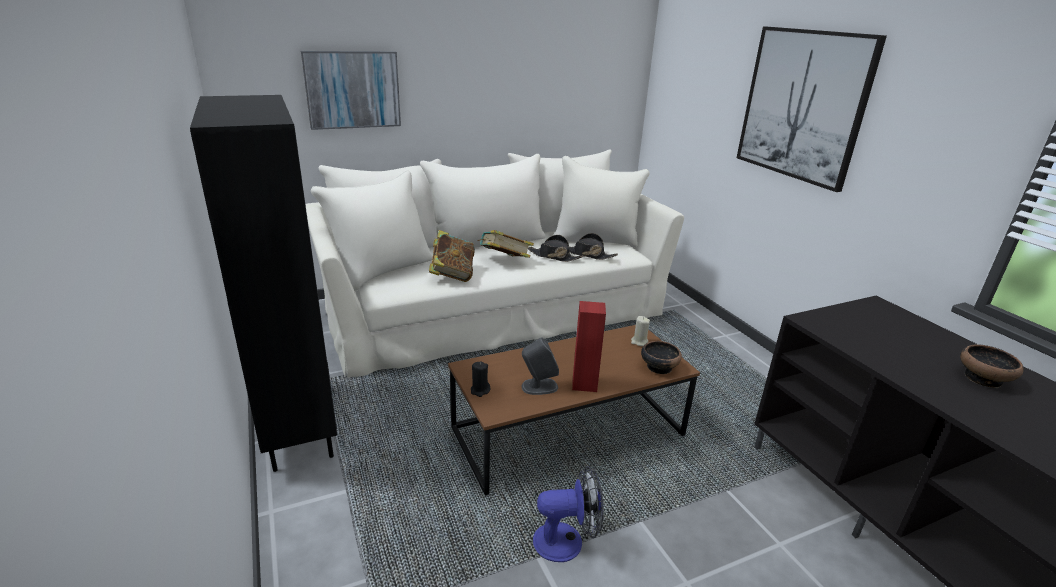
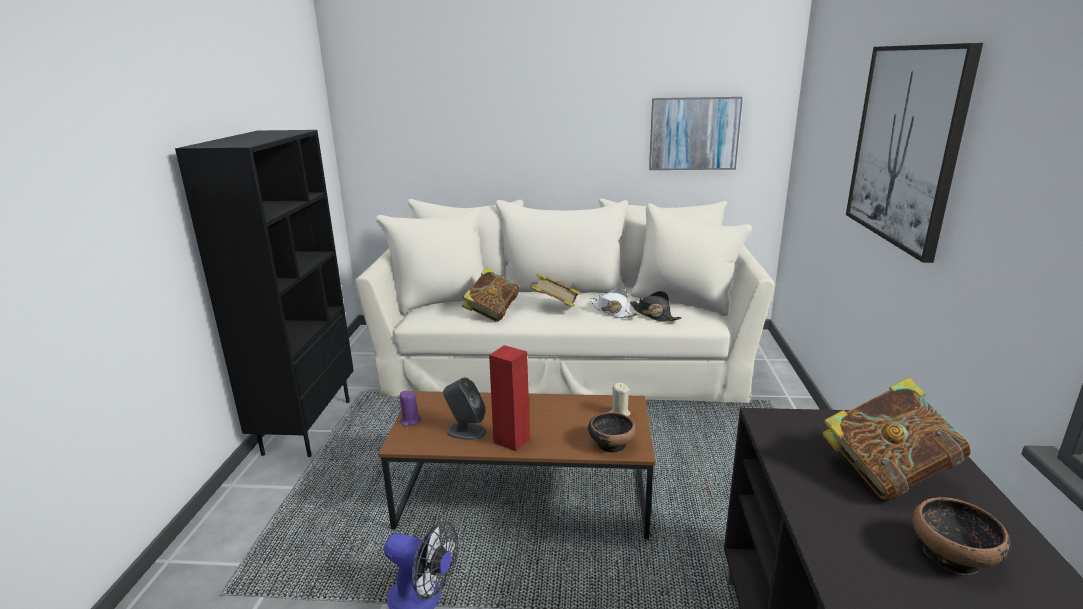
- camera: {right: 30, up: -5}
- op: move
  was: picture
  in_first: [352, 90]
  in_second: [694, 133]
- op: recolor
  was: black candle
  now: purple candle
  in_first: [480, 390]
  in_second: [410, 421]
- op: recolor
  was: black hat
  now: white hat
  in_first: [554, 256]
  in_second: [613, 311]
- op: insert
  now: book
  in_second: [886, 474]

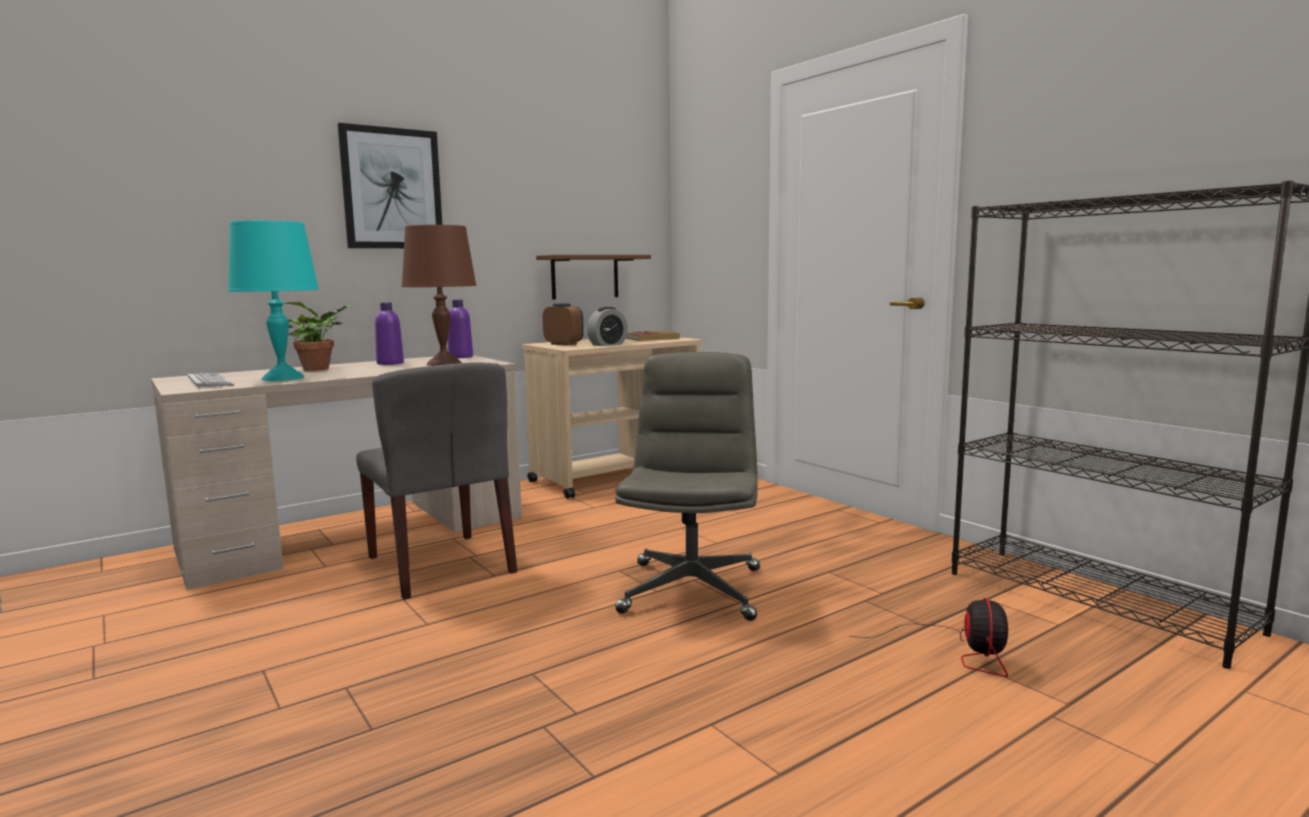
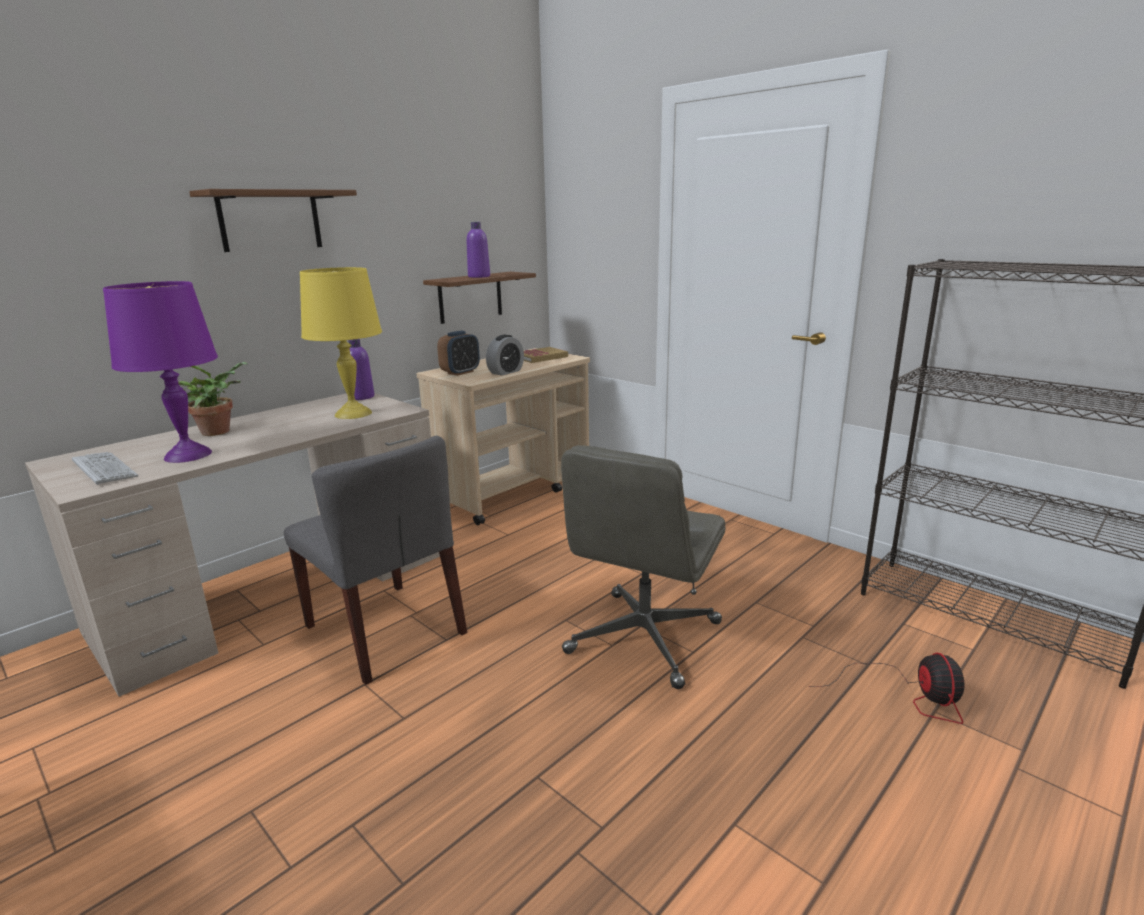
- camera: {right: -10, up: 10}
- op: recolor
  was: turquoise table lamp
  now: purple table lamp
  in_first: [282, 378]
  in_second: [187, 455]
- op: replace
  was: picture
  now: brown shelf
  in_first: [392, 189]
  in_second: [270, 220]
- op: move
  was: purple bottle
  in_first: [390, 363]
  in_second: [479, 276]
- op: recolor
  was: brown table lamp
  now: yellow table lamp
  in_first: [443, 364]
  in_second: [353, 414]
- op: rotate
  was: alarm clock
  in_first: [563, 344]
  in_second: [460, 372]
  clockwise: 105
- op: rotate
  was: grey office chair
  in_first: [691, 589]
  in_second: [643, 639]
  clockwise: -150

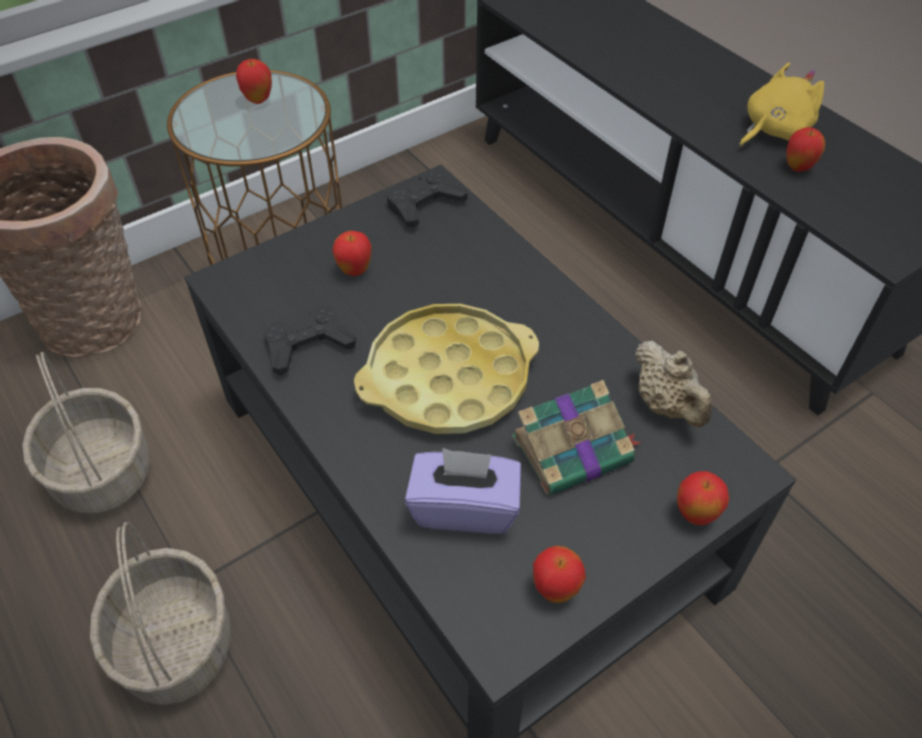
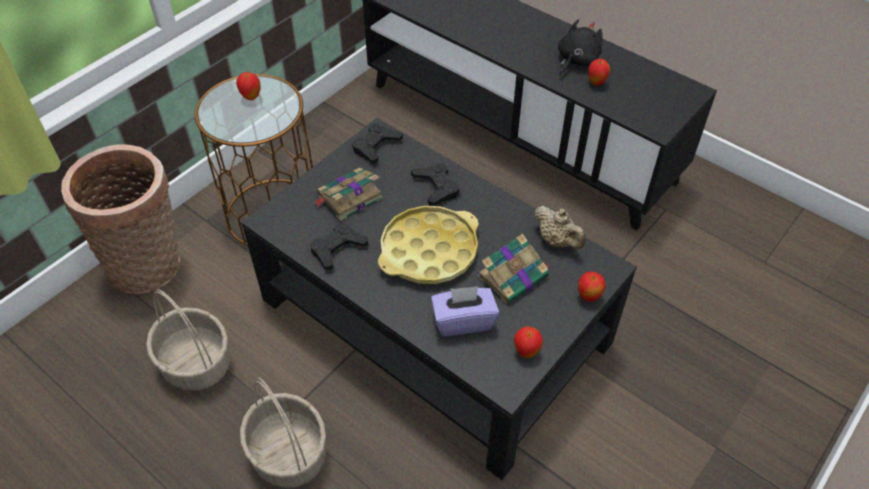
- camera: {right: -15, up: 0}
- op: replace
  was: apple
  now: book
  in_first: [355, 271]
  in_second: [348, 197]
- op: recolor
  was: yellow plush toy
  now: black plush toy
  in_first: [773, 131]
  in_second: [576, 61]
- op: insert
  now: black game controller
  in_second: [436, 187]

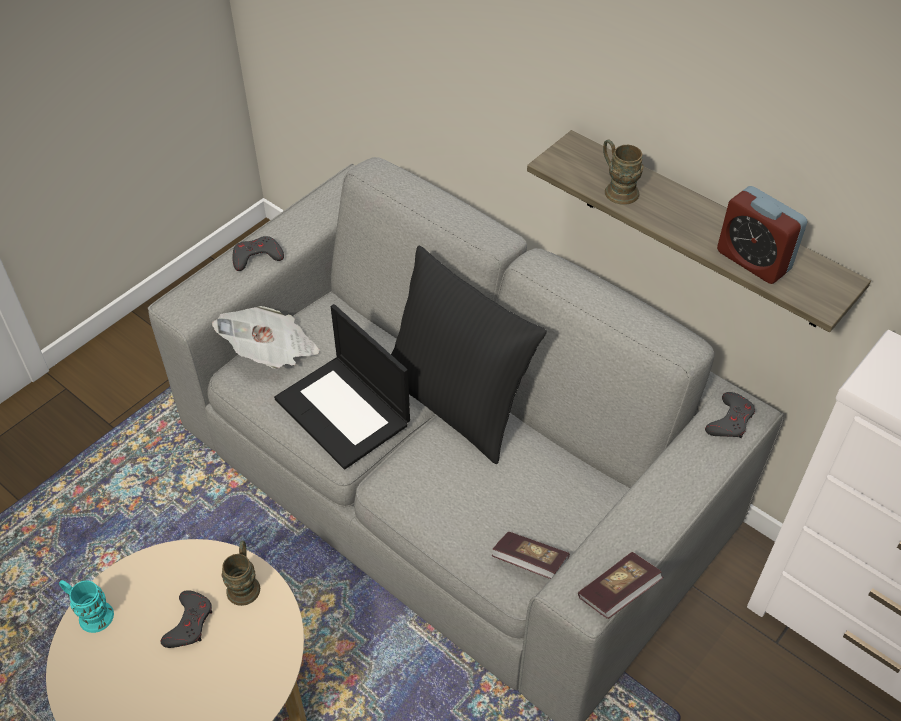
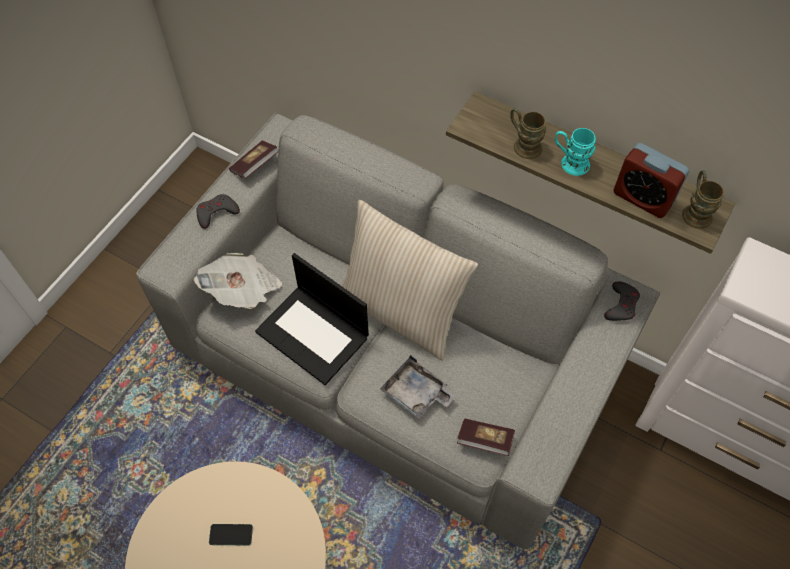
- camera: {right: -10, up: 10}
- op: move
  was: turquoise mug
  in_first: [90, 613]
  in_second: [569, 162]
- op: replace
  was: grey game controller
  now: phone
  in_first: [189, 623]
  in_second: [231, 534]
- op: move
  was: brown mug
  in_first: [244, 584]
  in_second: [695, 211]
- op: recolor
  was: black pillow
  now: beige pillow
  in_first: [457, 403]
  in_second: [401, 312]
- op: move
  was: book
  in_first: [618, 593]
  in_second: [255, 166]
- op: insert
  now: grey tray
  in_second: [416, 393]

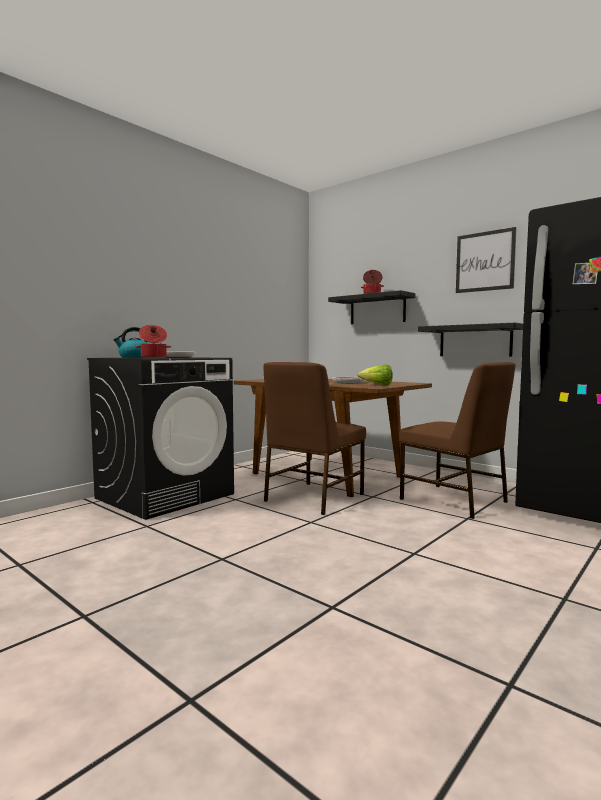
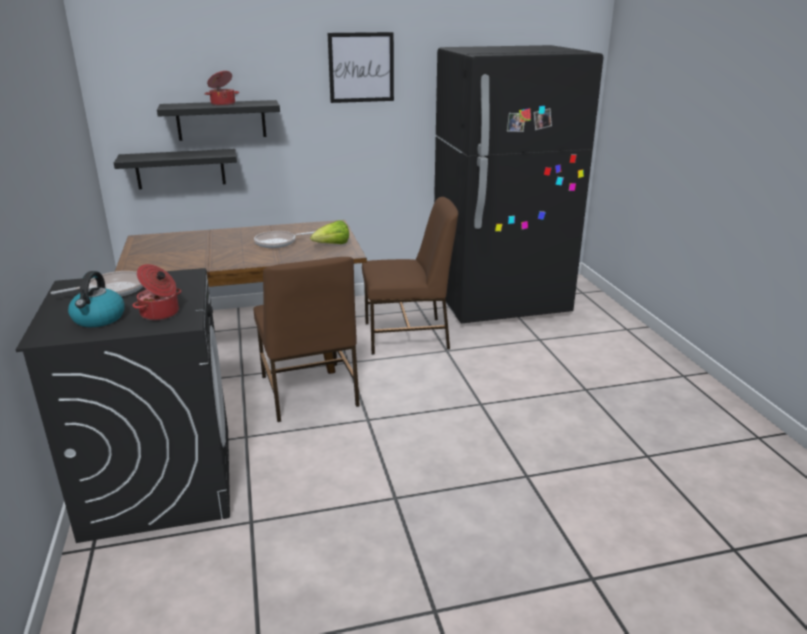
- camera: {right: -55, up: 20}
- op: move
  was: black shelf
  in_first: [475, 341]
  in_second: [180, 169]

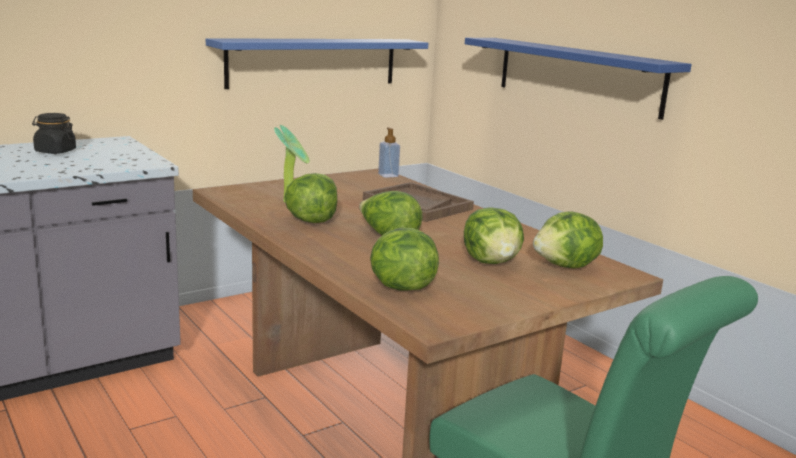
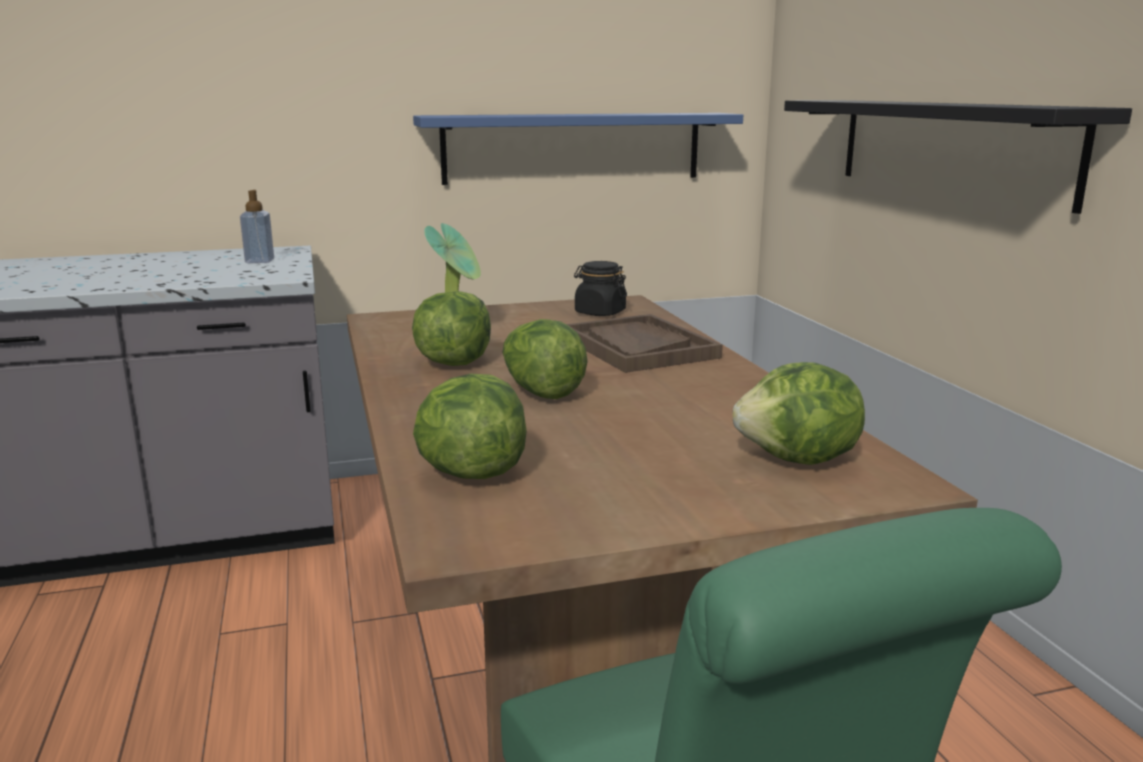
- camera: {right: 20, up: 0}
- op: move
  was: black jar
  in_first: [55, 151]
  in_second: [599, 313]
- op: move
  was: soap dispenser
  in_first: [388, 175]
  in_second: [259, 261]
- op: delete
  was: lettuce
  in_first: [492, 262]
- op: recolor
  was: blue shelf
  now: black shelf
  in_first: [577, 75]
  in_second: [949, 147]

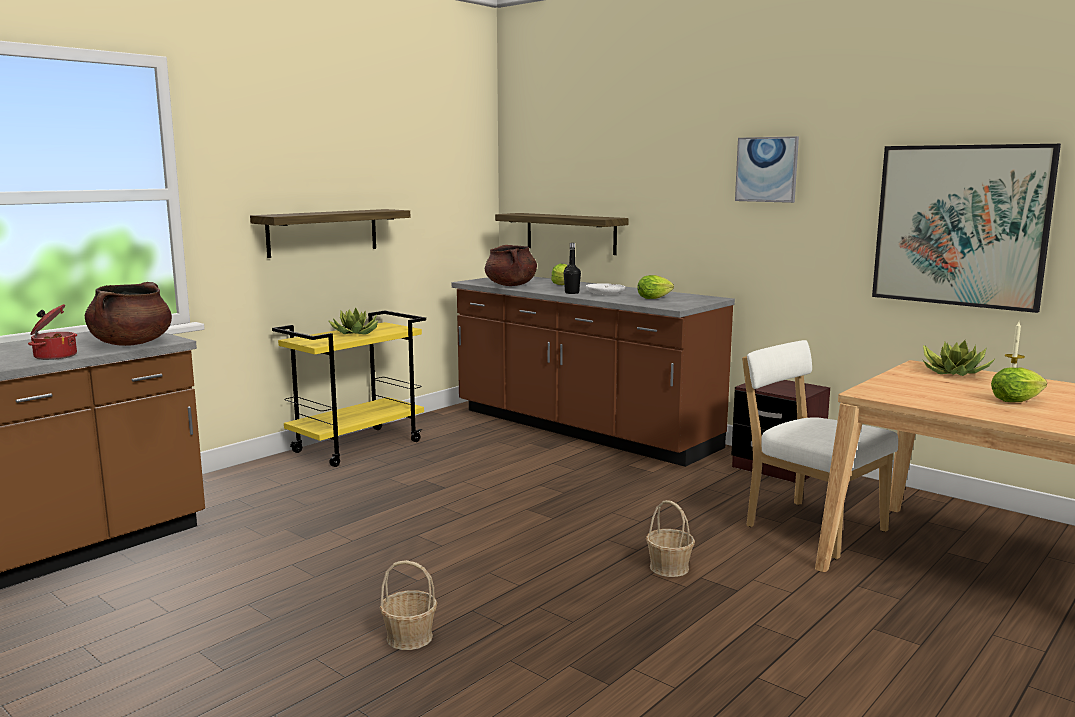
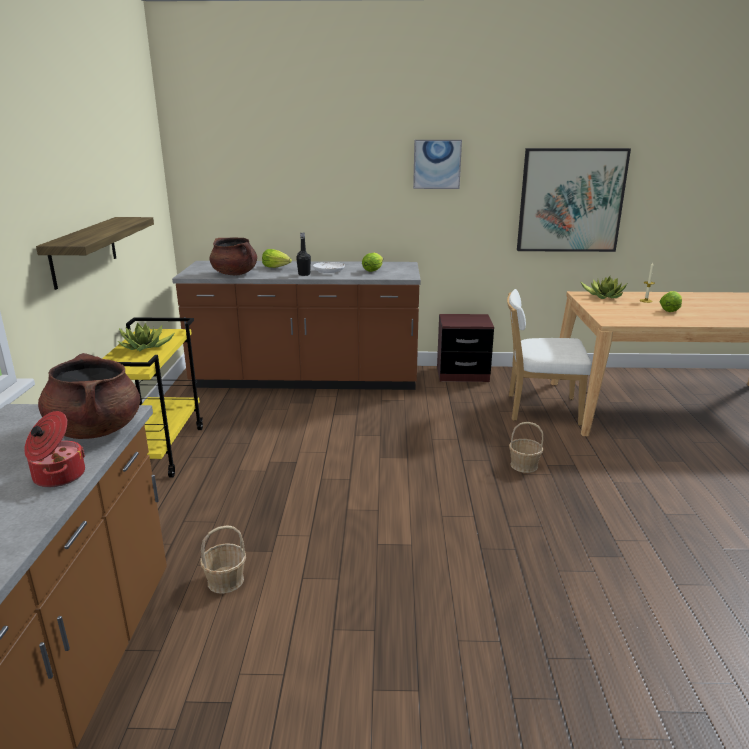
- camera: {right: -40, up: 10}
- op: move
  was: basket
  in_first: [409, 637]
  in_second: [225, 580]
- op: delete
  was: shelf
  in_first: [570, 233]

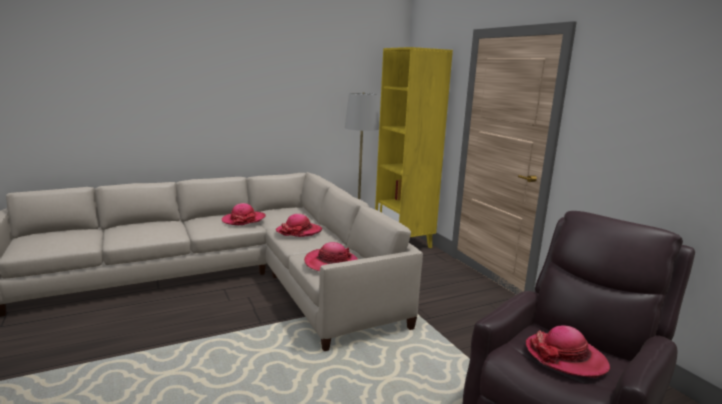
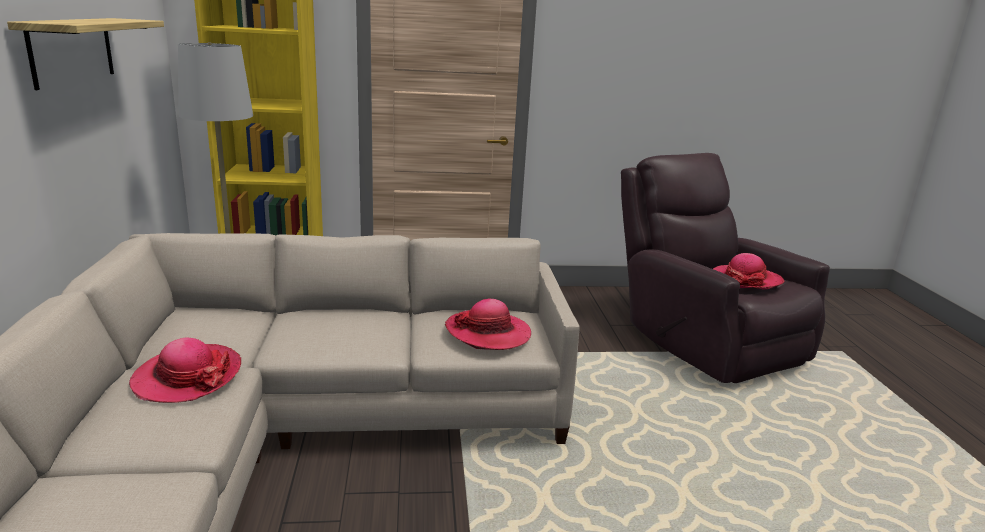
- camera: {right: -70, up: 5}
- op: delete
  was: hat
  in_first: [299, 231]
- op: insert
  now: shelf
  in_second: [72, 50]

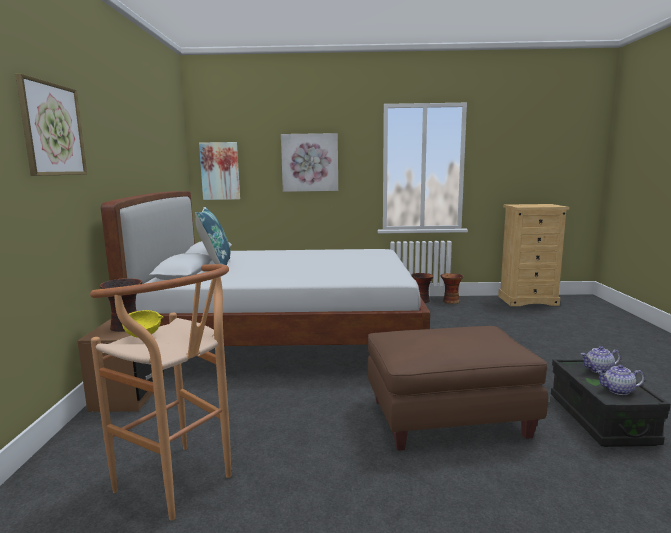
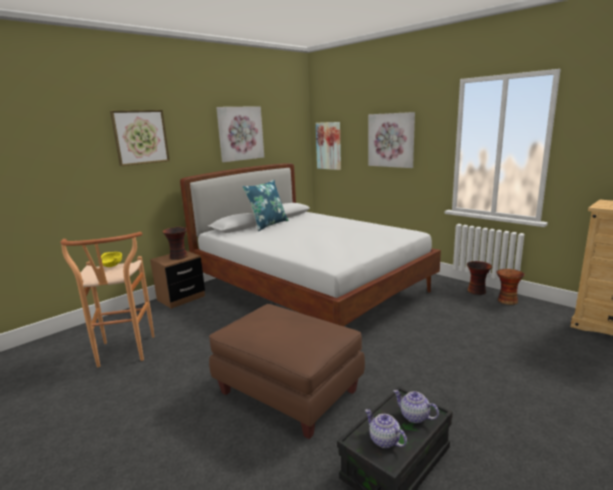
- camera: {right: 45, up: 5}
- op: insert
  now: picture
  in_second: [240, 133]

